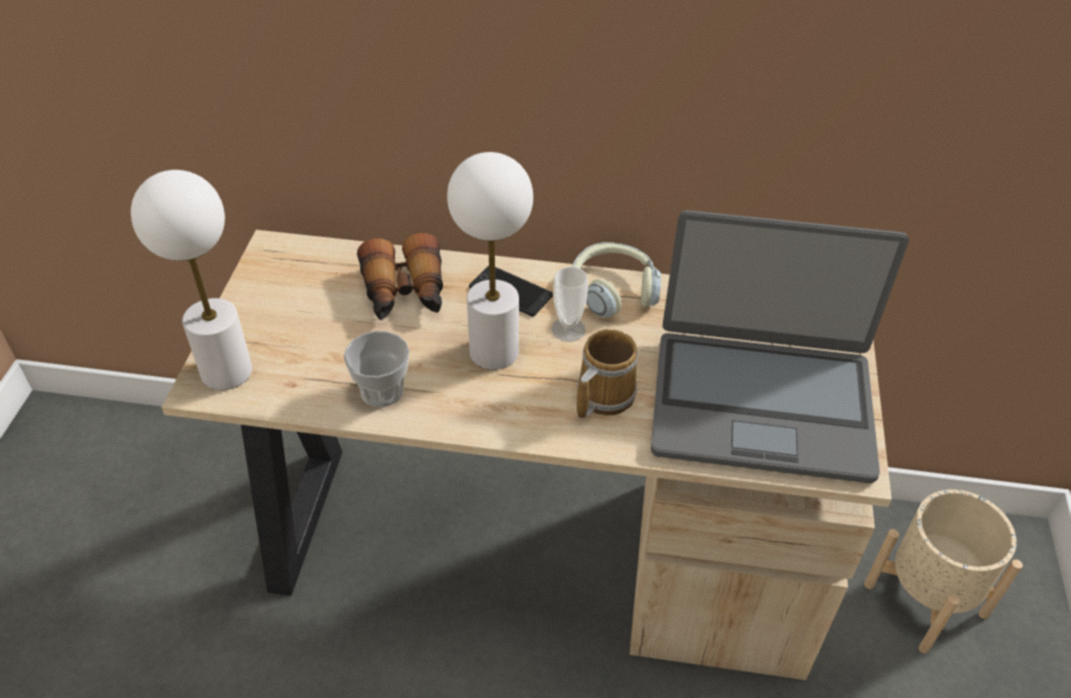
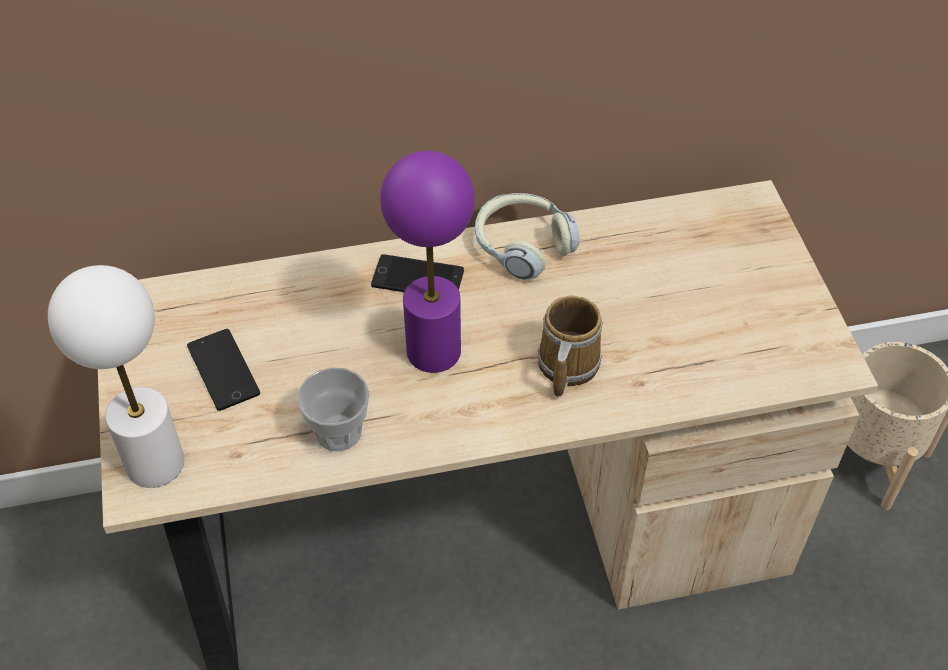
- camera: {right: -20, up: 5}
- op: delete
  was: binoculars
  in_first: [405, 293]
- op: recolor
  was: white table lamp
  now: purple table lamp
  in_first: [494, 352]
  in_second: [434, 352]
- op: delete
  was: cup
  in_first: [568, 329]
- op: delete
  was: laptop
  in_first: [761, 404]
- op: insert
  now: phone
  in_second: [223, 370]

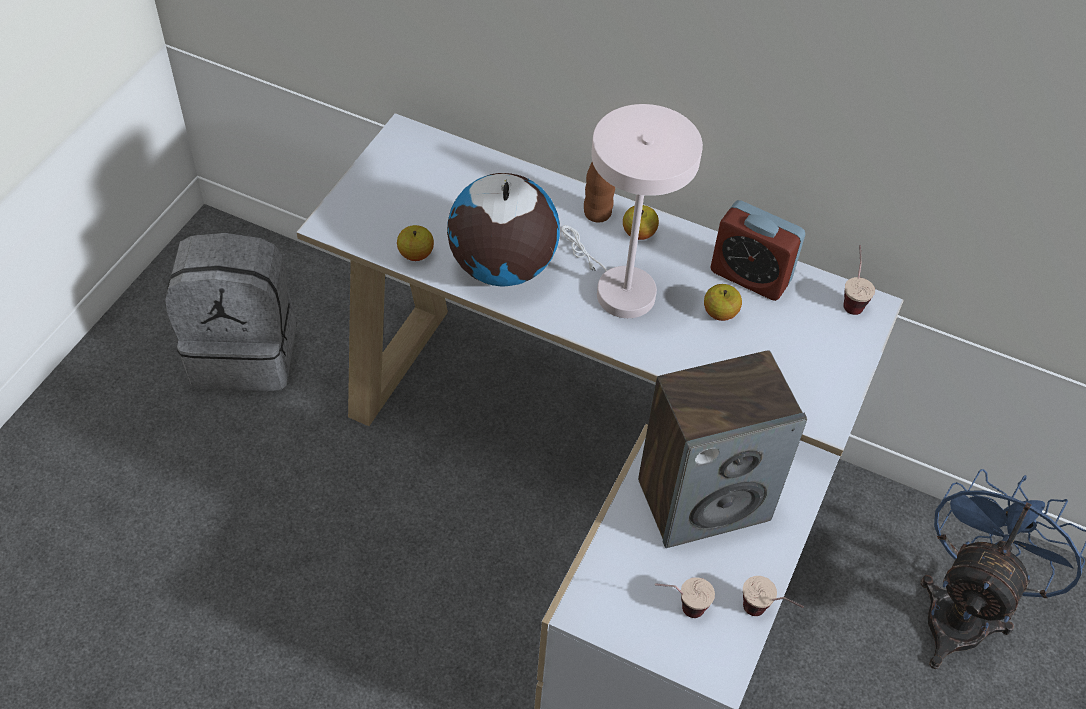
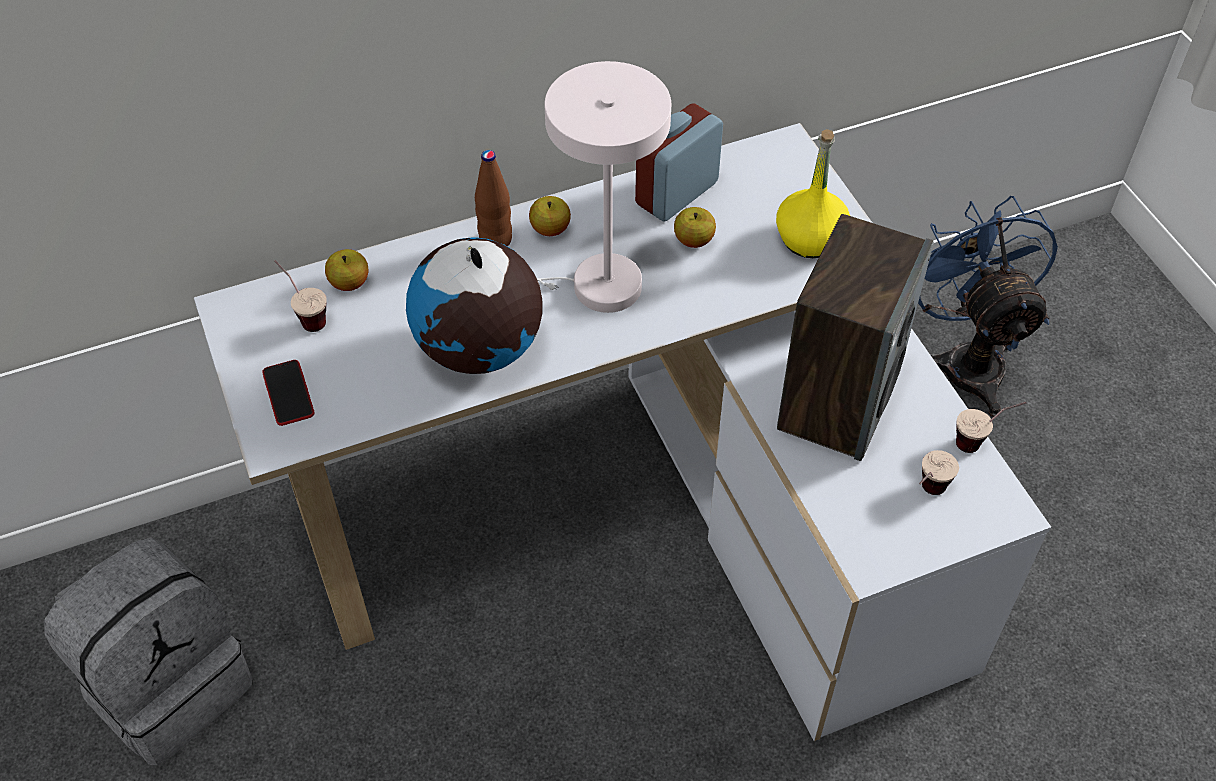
- camera: {right: -45, up: 0}
- op: move
  was: apple
  in_first: [416, 254]
  in_second: [349, 283]
- op: rotate
  was: alarm clock
  in_first: [750, 276]
  in_second: [677, 193]
  clockwise: 150
- op: move
  was: cup
  in_first: [851, 298]
  in_second: [305, 316]
- op: insert
  now: phone
  in_second: [288, 393]
- op: insert
  now: yellow bottle
  in_second: [810, 239]

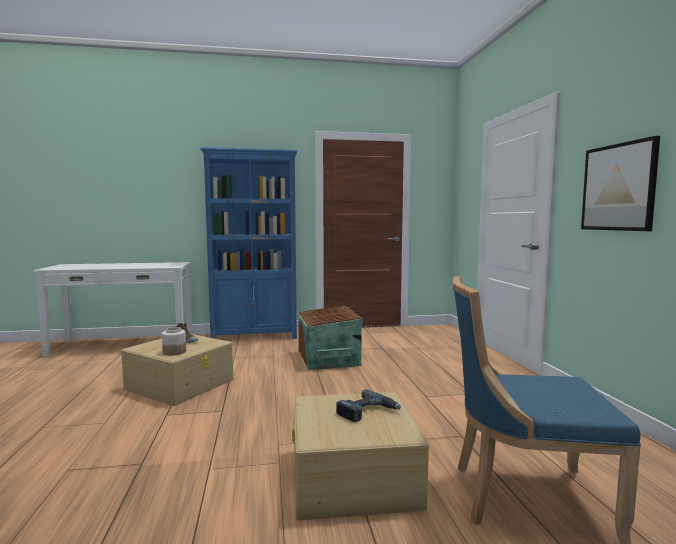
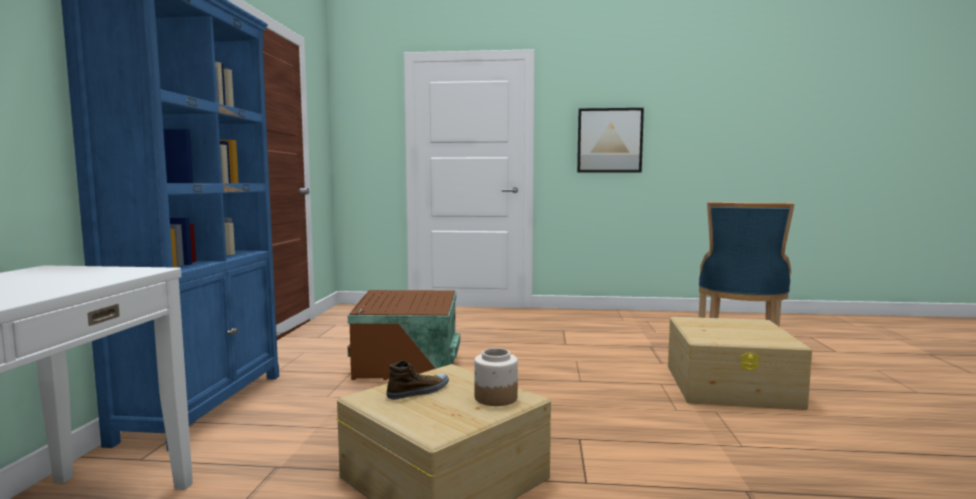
- camera: {right: -75, up: 0}
- op: delete
  was: power drill
  in_first: [367, 412]

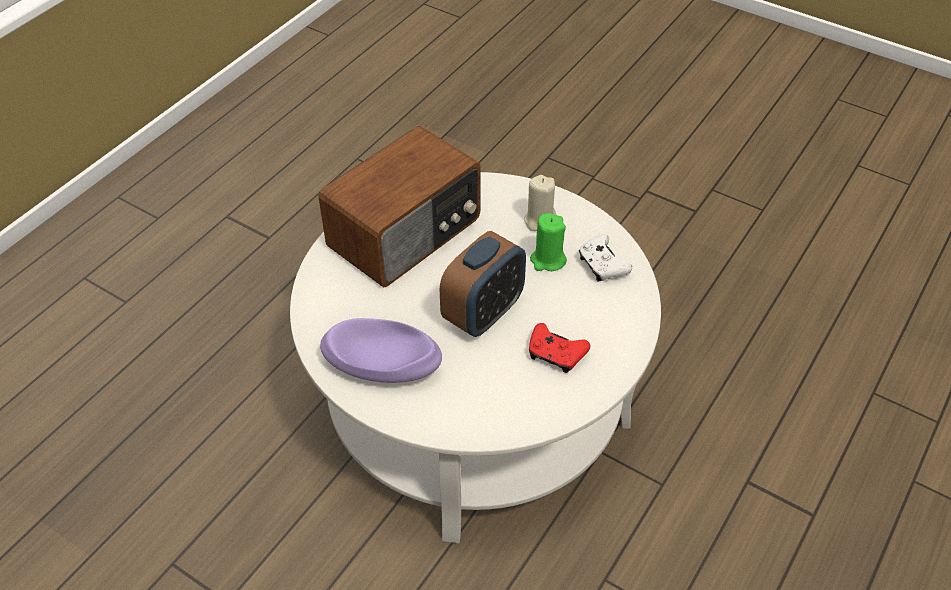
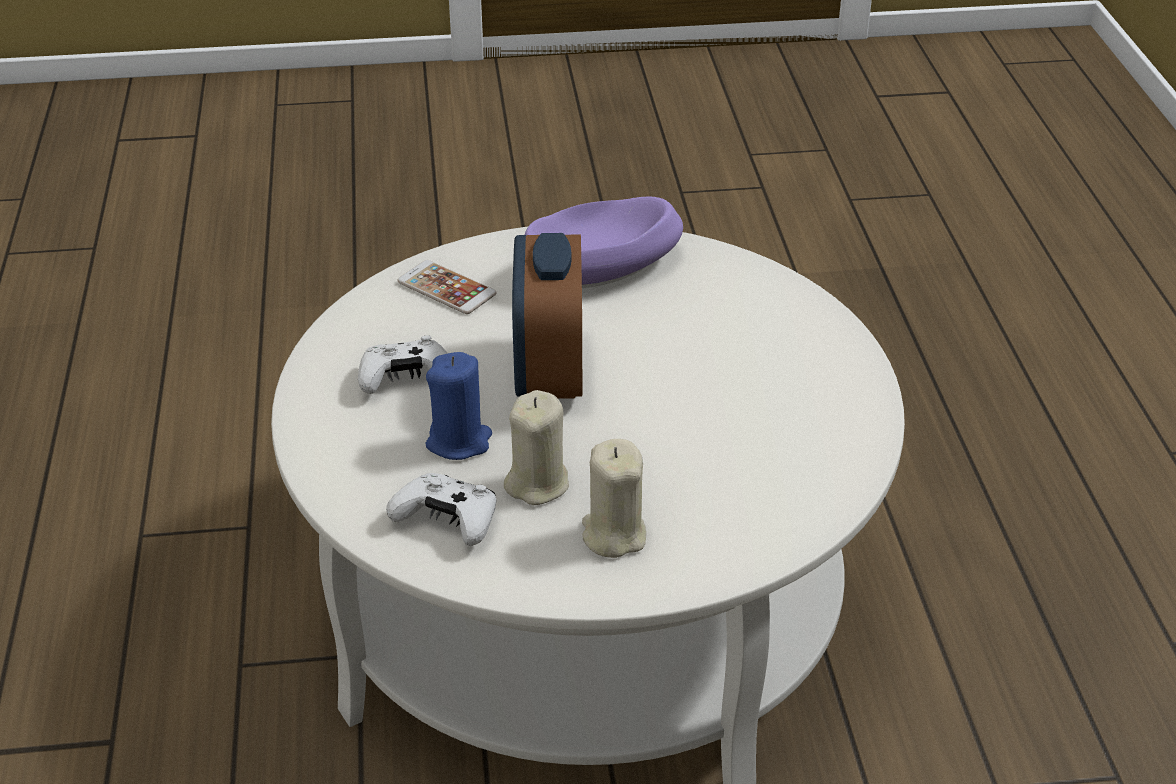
- camera: {right: 140, up: -10}
- op: delete
  was: radio
  in_first: [407, 233]
- op: recolor
  was: red game controller
  now: white game controller
  in_first: [555, 354]
  in_second: [405, 379]
- op: recolor
  was: green candle
  now: beige candle
  in_first: [547, 260]
  in_second: [537, 483]
- op: insert
  now: phone
  in_second: [446, 288]
- op: insert
  now: blue candle
  in_second: [459, 441]

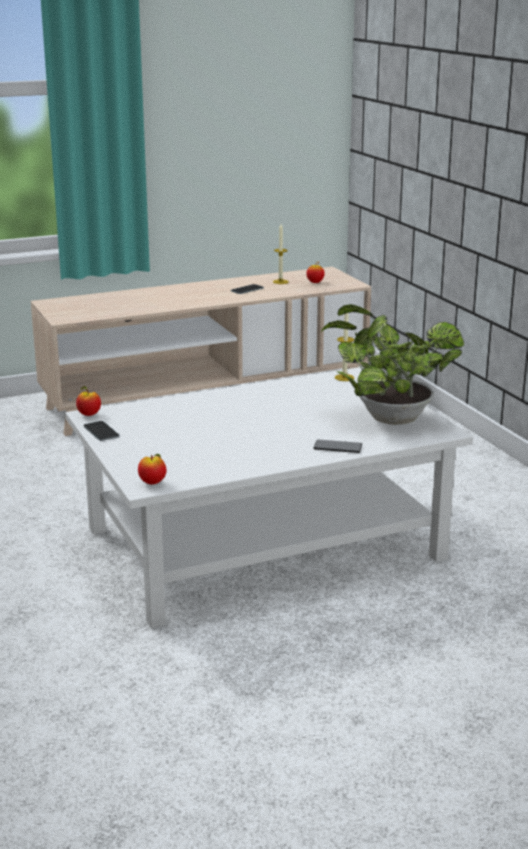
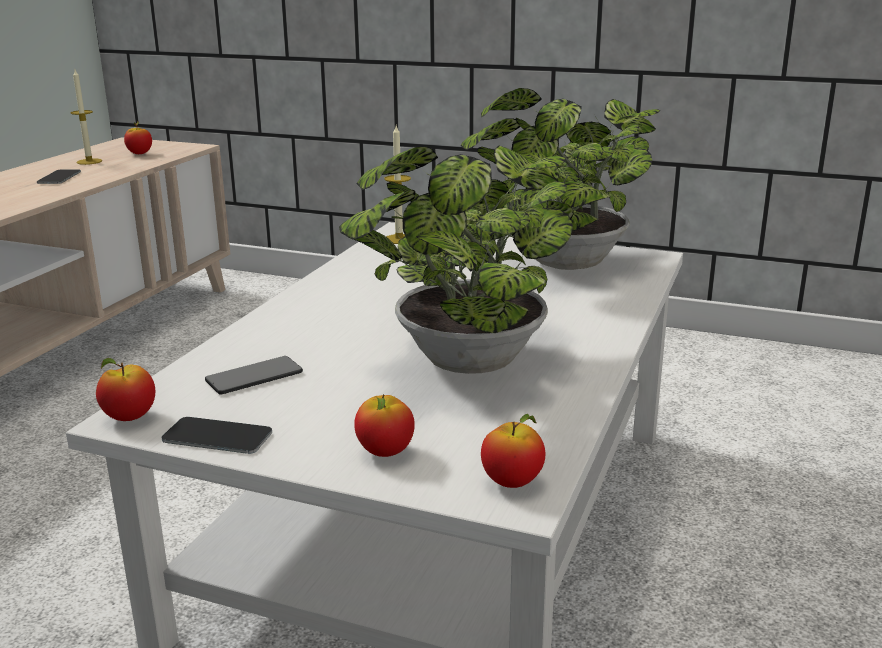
- camera: {right: -45, up: 0}
- op: move
  was: phone
  in_first: [337, 447]
  in_second: [254, 377]
- op: insert
  now: potted plant
  in_second: [463, 364]
- op: insert
  now: apple
  in_second: [385, 453]

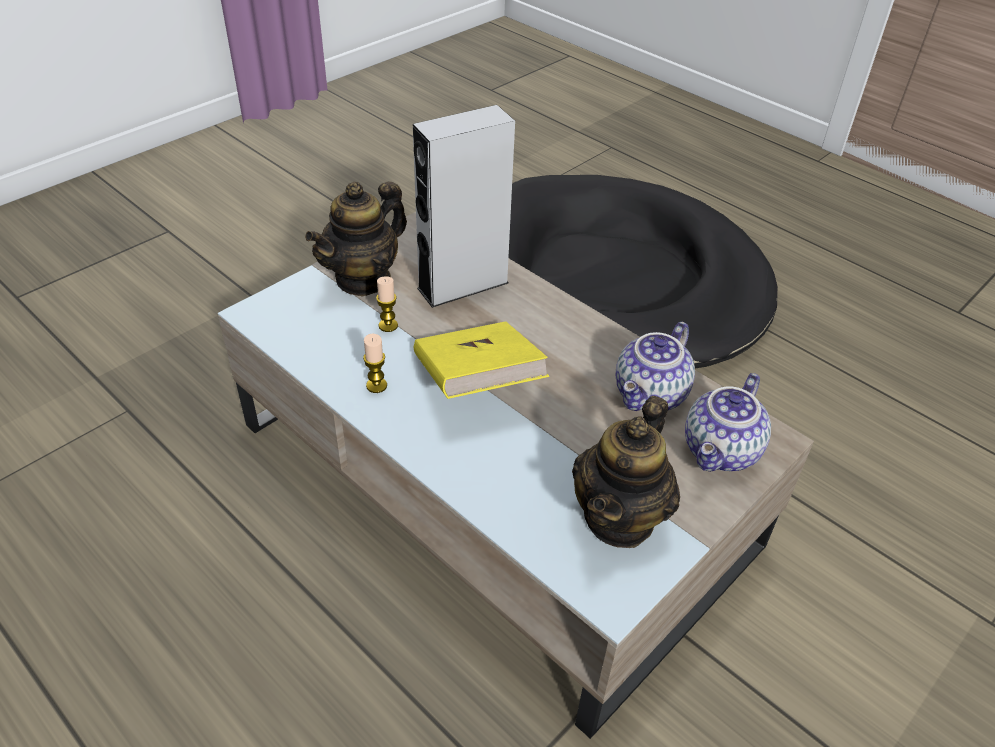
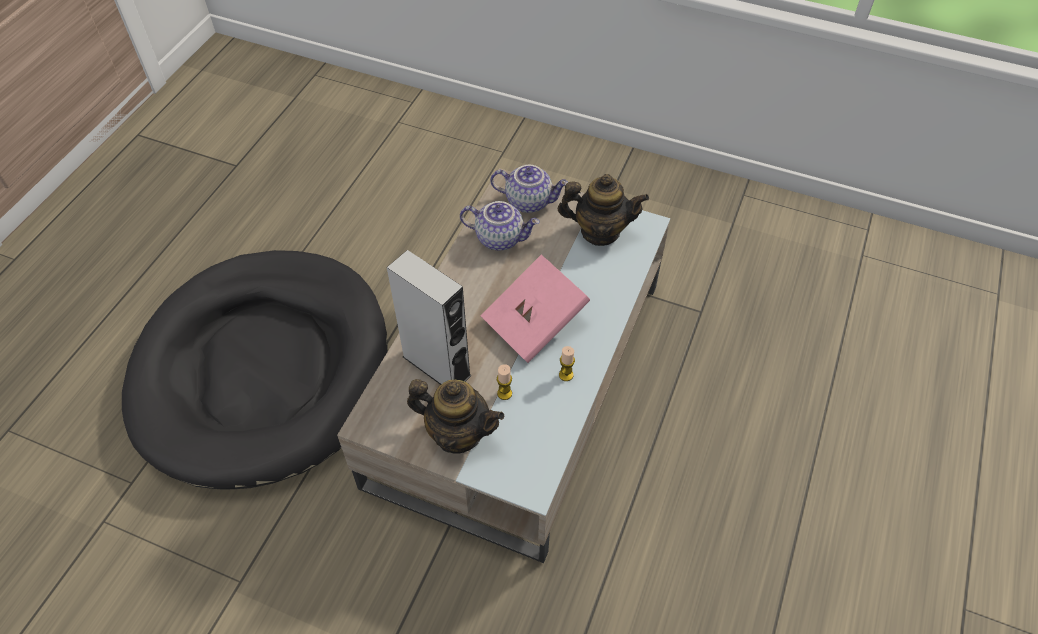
- camera: {right: -110, up: 10}
- op: recolor
  was: yellow book
  now: pink book
  in_first: [476, 383]
  in_second: [535, 323]

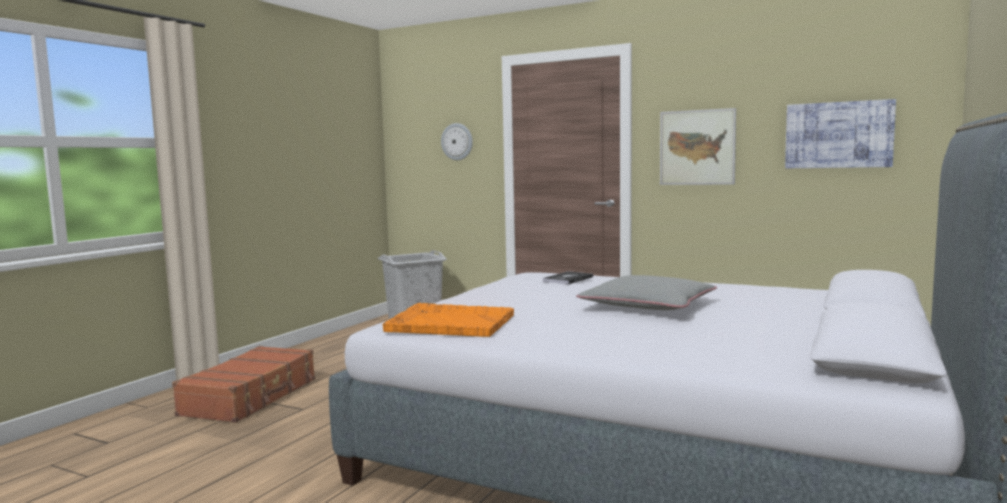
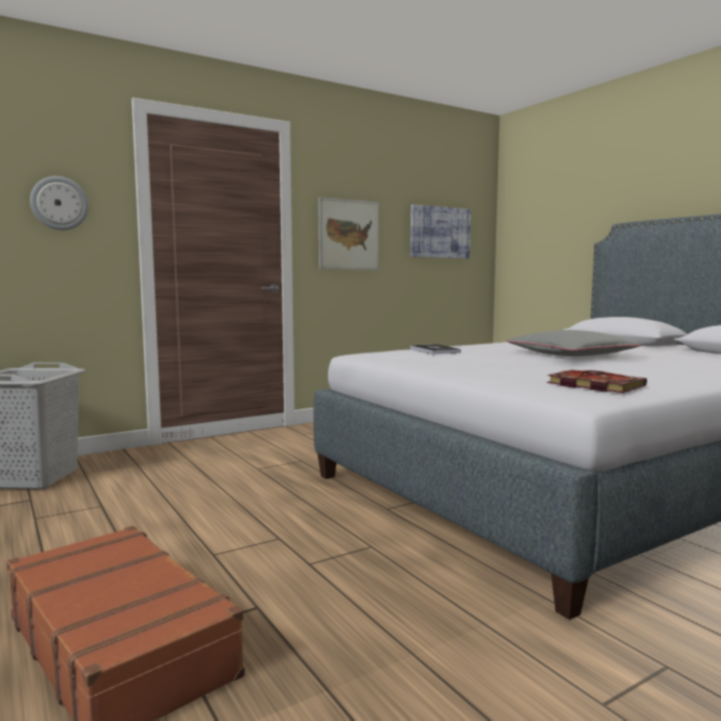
- camera: {right: -60, up: 0}
- op: replace
  was: orange tray
  now: book
  in_first: [449, 323]
  in_second: [592, 385]

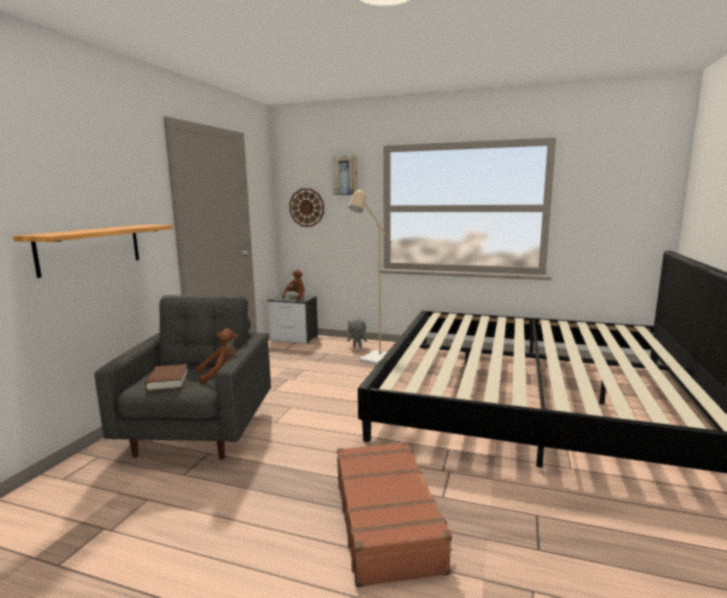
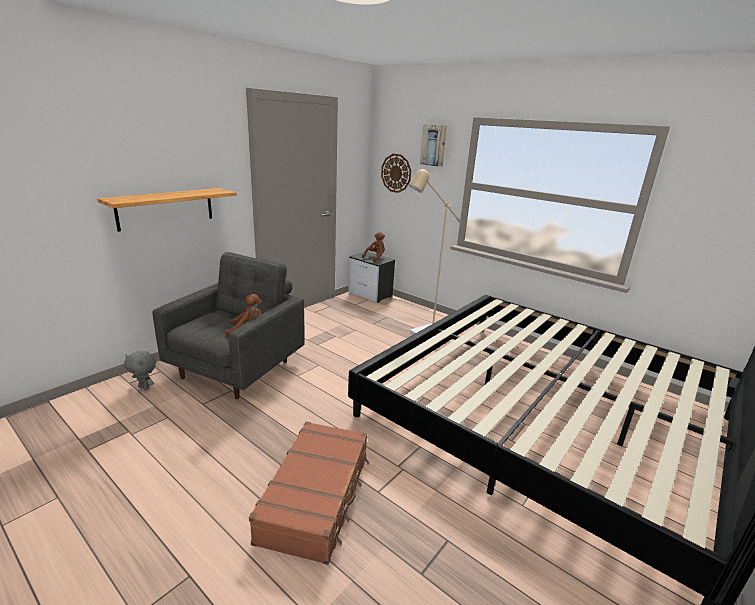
- camera: {right: 20, up: 10}
- op: delete
  was: brown book
  in_first: [168, 381]
- op: move
  was: grey plush toy
  in_first: [357, 346]
  in_second: [144, 387]

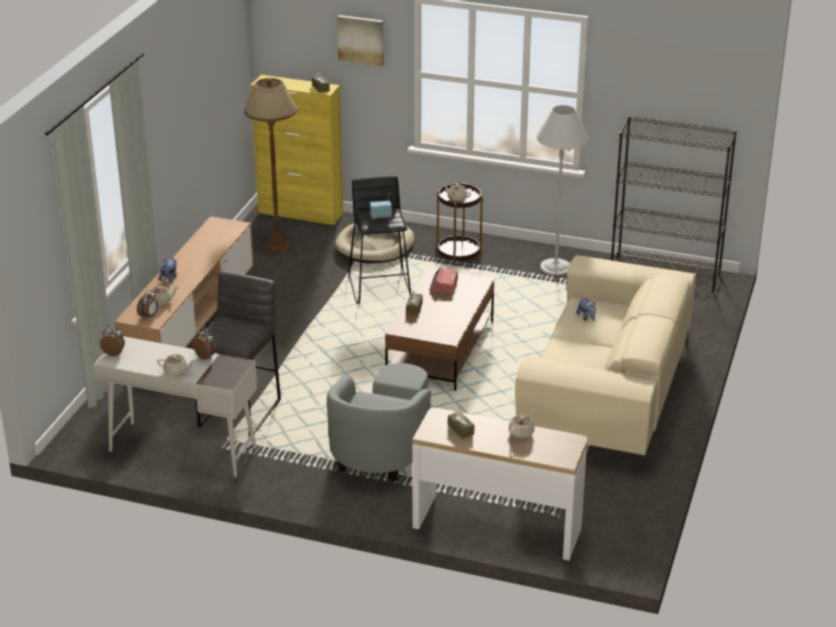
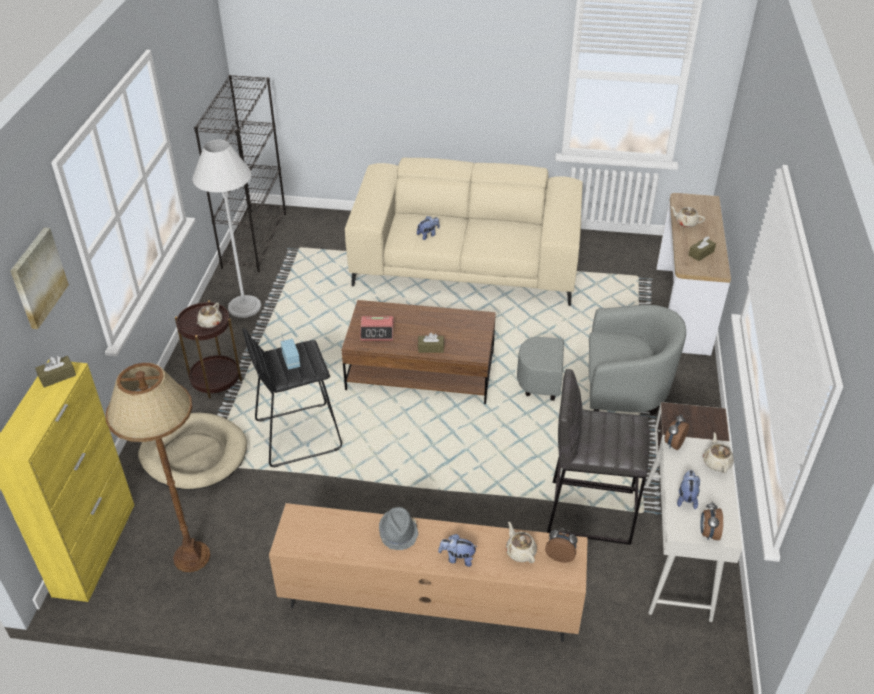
- camera: {right: -100, up: 10}
- op: insert
  now: grey hat
  in_second: [398, 532]
- op: insert
  now: plush toy
  in_second: [686, 498]

